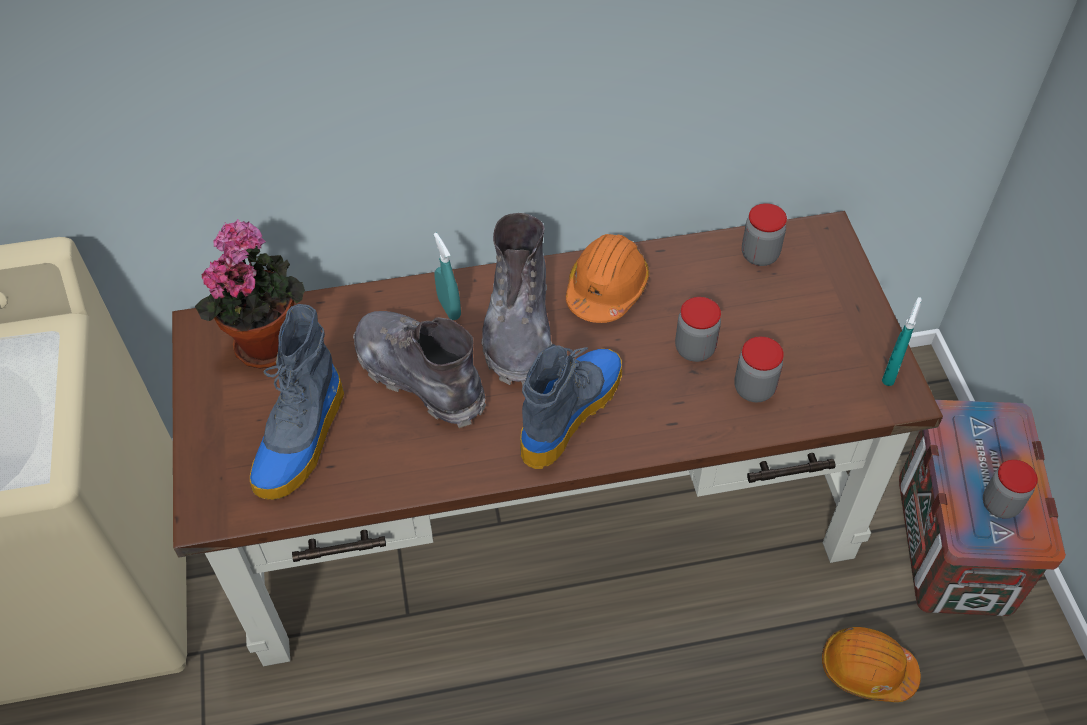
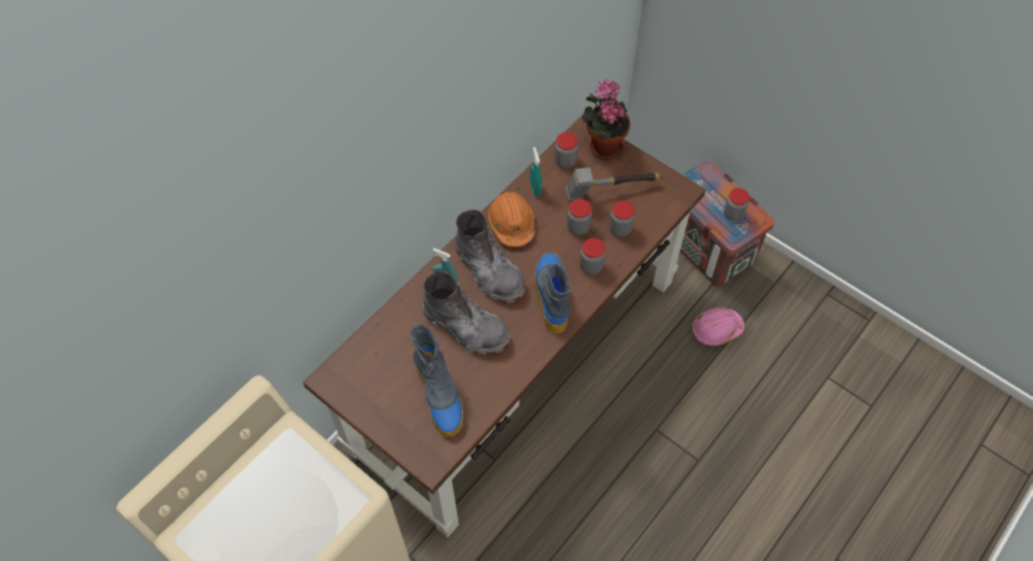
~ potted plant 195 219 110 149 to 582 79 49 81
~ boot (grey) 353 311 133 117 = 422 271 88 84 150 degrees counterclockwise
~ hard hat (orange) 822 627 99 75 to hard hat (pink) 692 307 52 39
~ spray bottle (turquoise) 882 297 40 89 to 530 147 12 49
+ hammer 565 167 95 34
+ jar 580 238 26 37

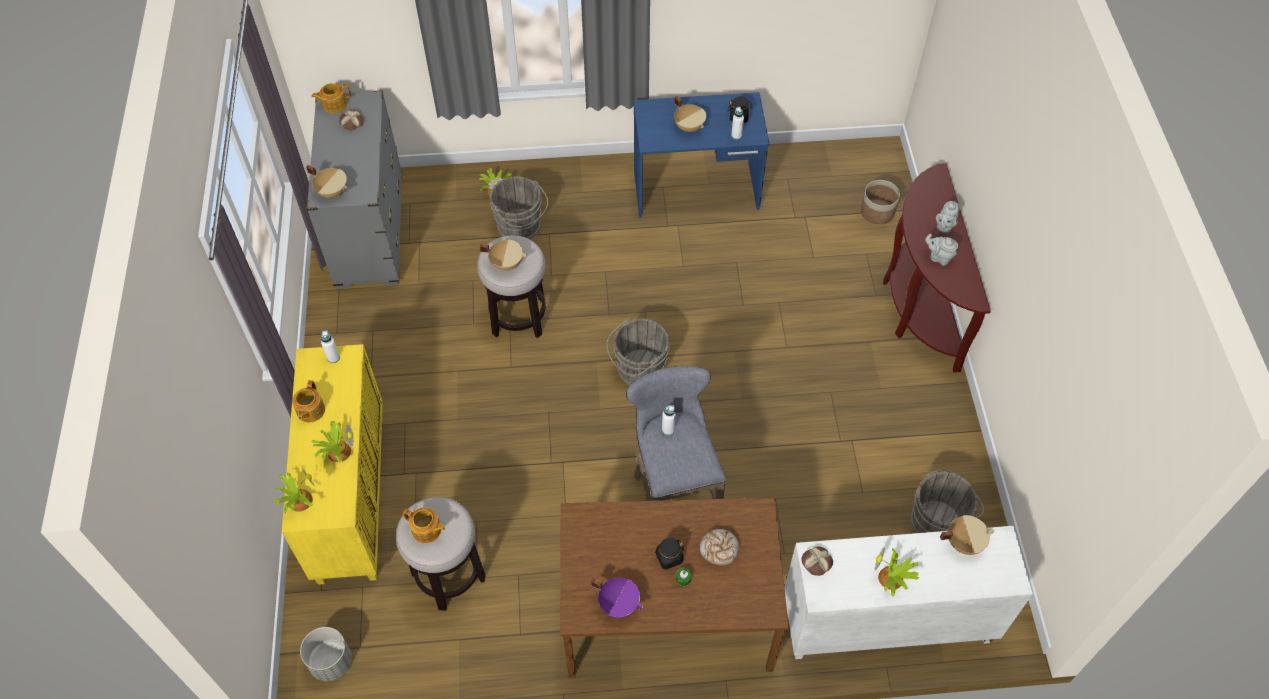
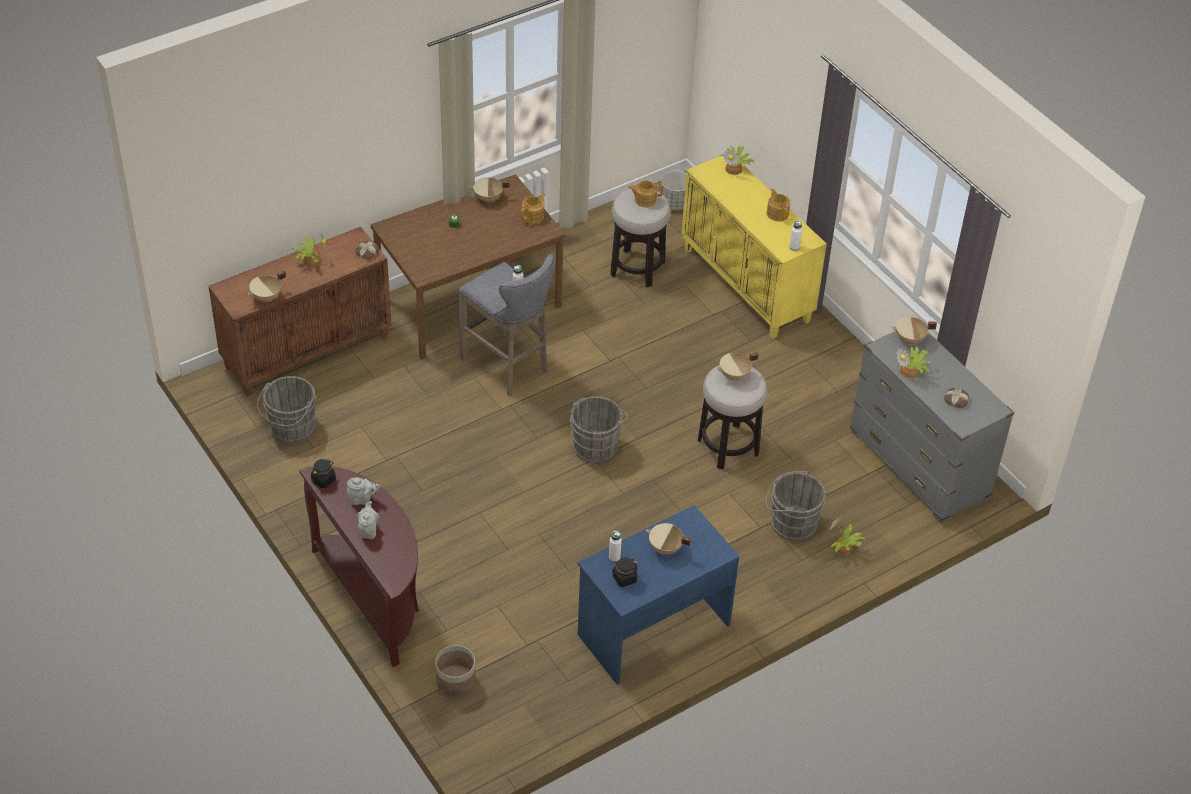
~ teapot 311 83 40 31 to 521 193 24 31
~ potted plant 312 421 42 41 to 896 346 34 32
~ cooking pot (purple) 591 578 52 40 to cooking pot (beige) 469 177 41 26
~ jar (black) 654 538 31 32 to 311 459 25 29
- bread 700 529 39 37
~ cabinet (white) 784 526 249 133 to cabinet (brown) 209 227 183 169

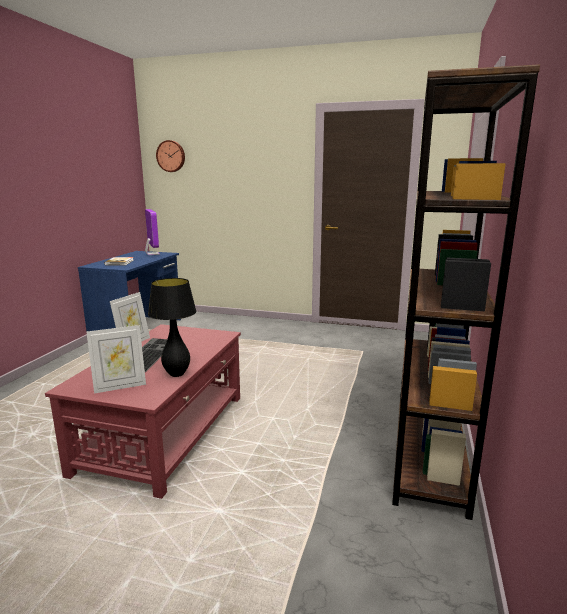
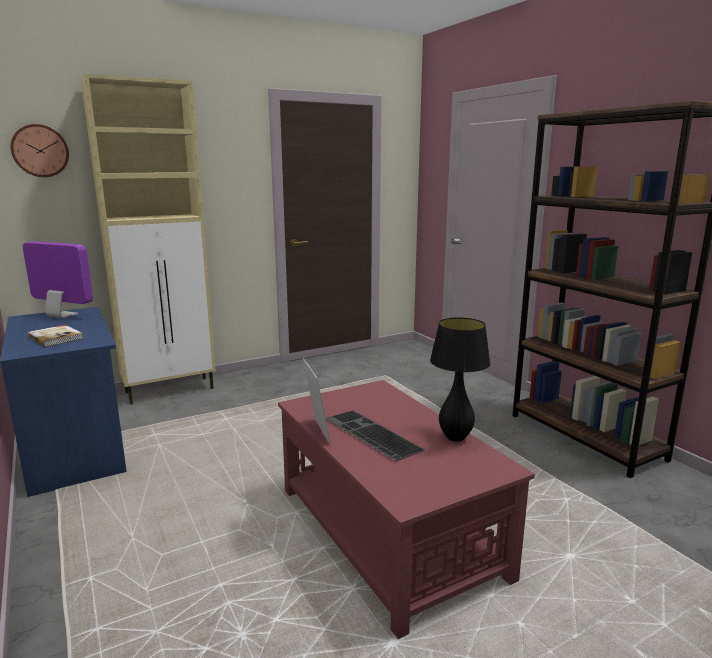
- picture frame 86 325 60 68
+ cabinet (beige) 81 74 135 331

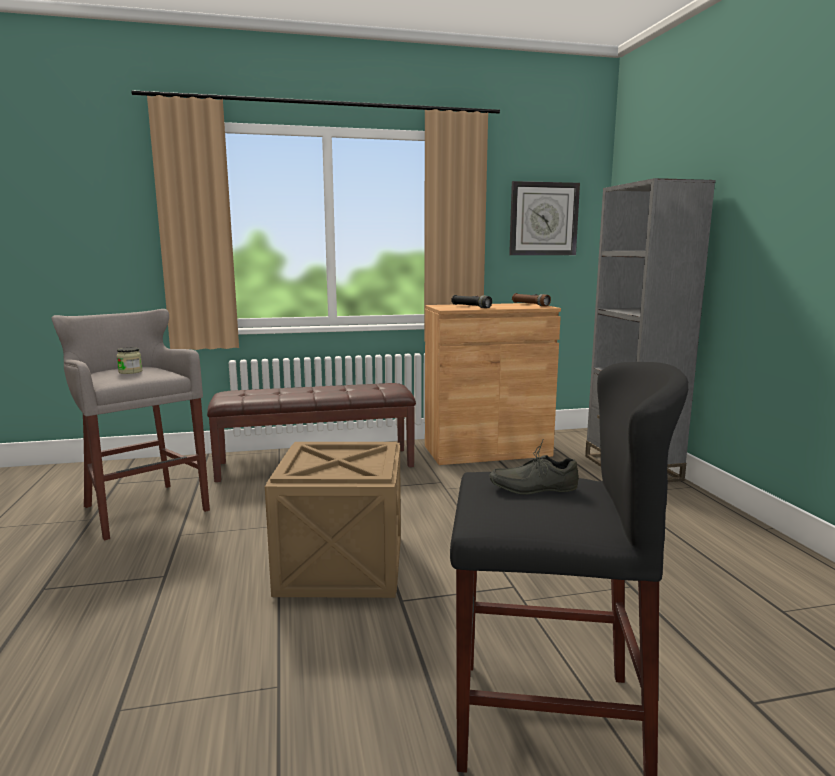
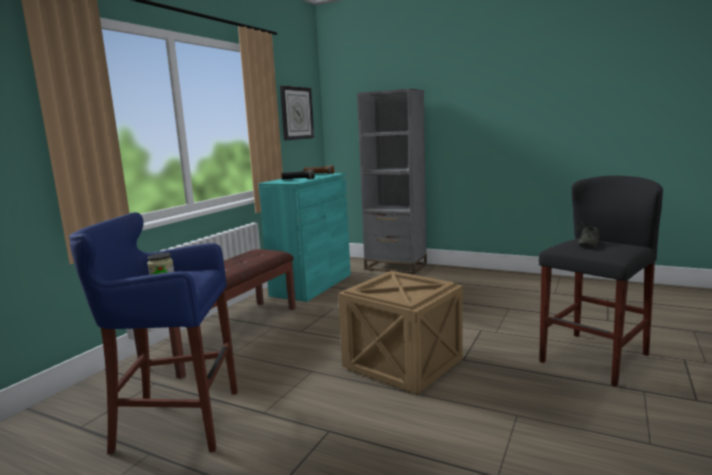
~ stool (grey) 51 309 159 232 to stool (blue) 69 212 169 243
~ cabinet (brown) 425 303 136 162 to cabinet (turquoise) 259 173 92 129

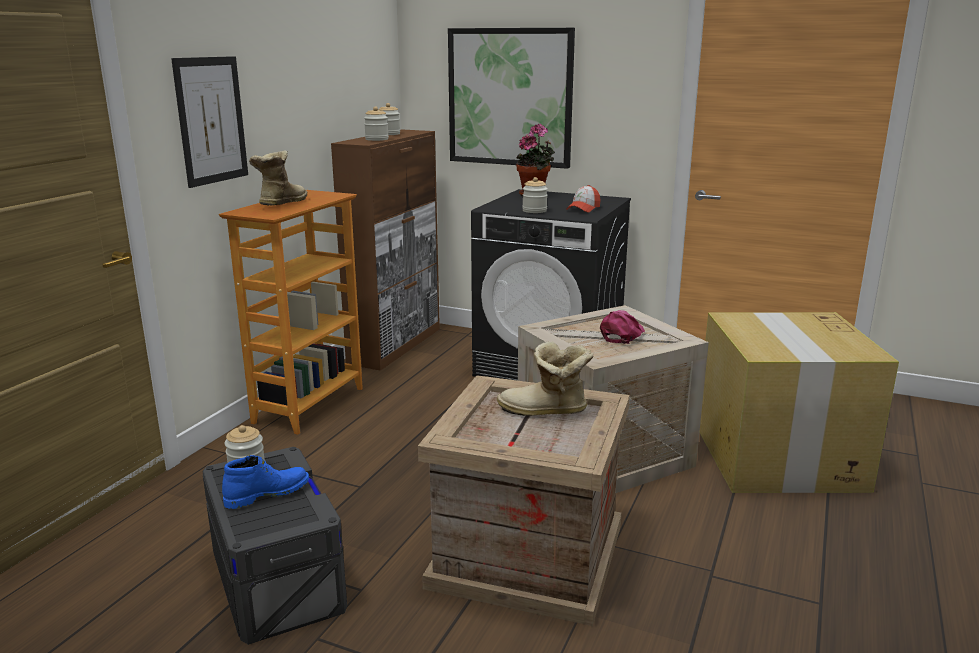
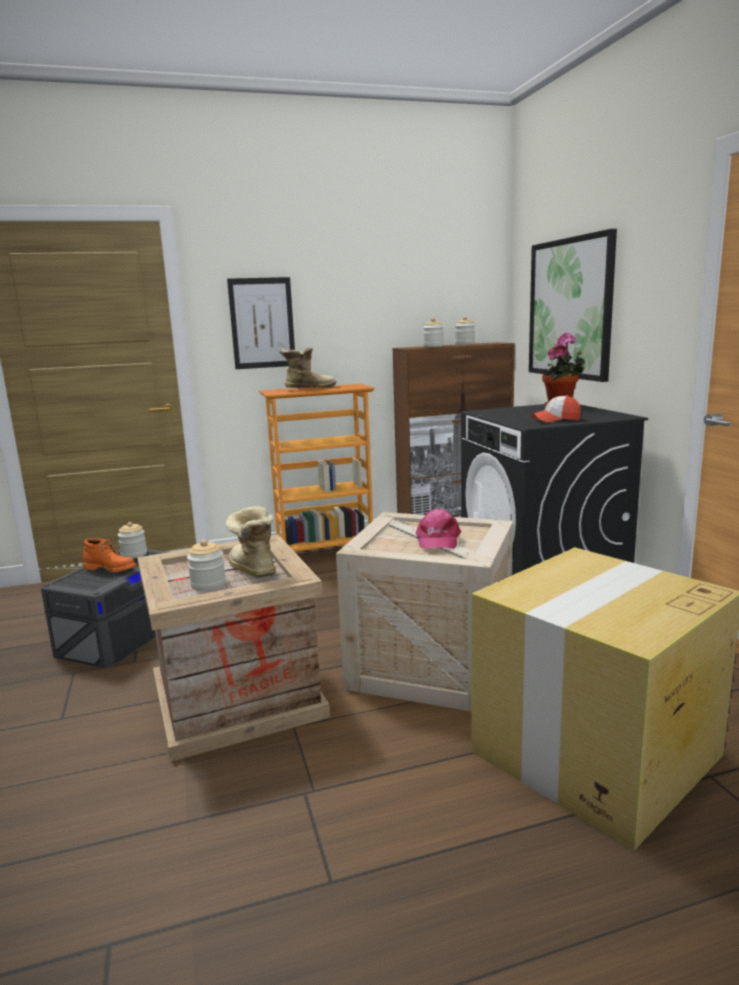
~ boot (blue) 222 455 87 54 to boot (orange) 83 538 53 34
~ jar 522 177 26 36 to 187 540 39 51
~ cap (pink) 600 310 45 34 = 416 508 45 41 105 degrees clockwise

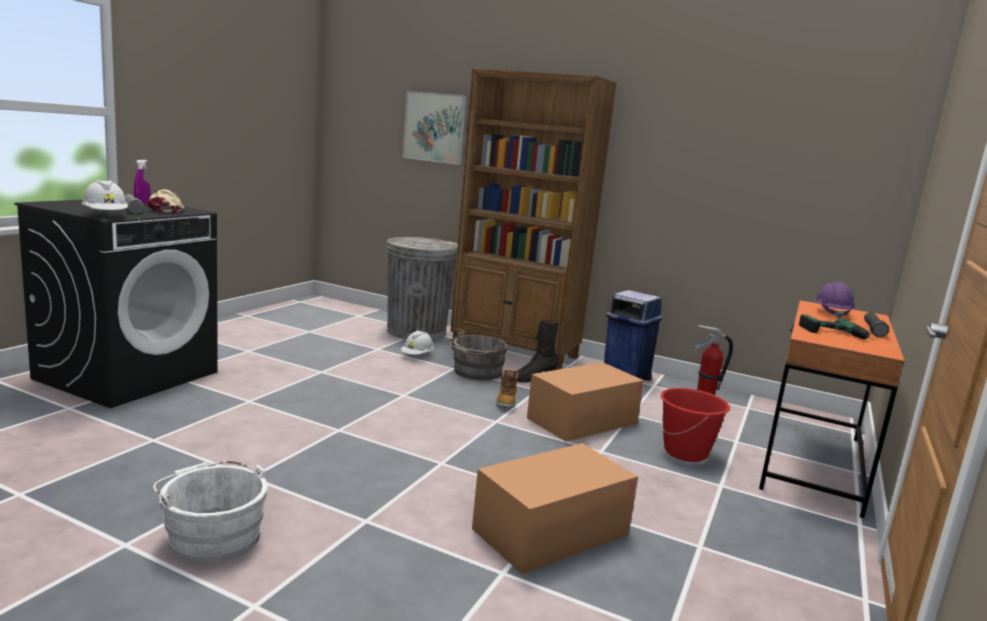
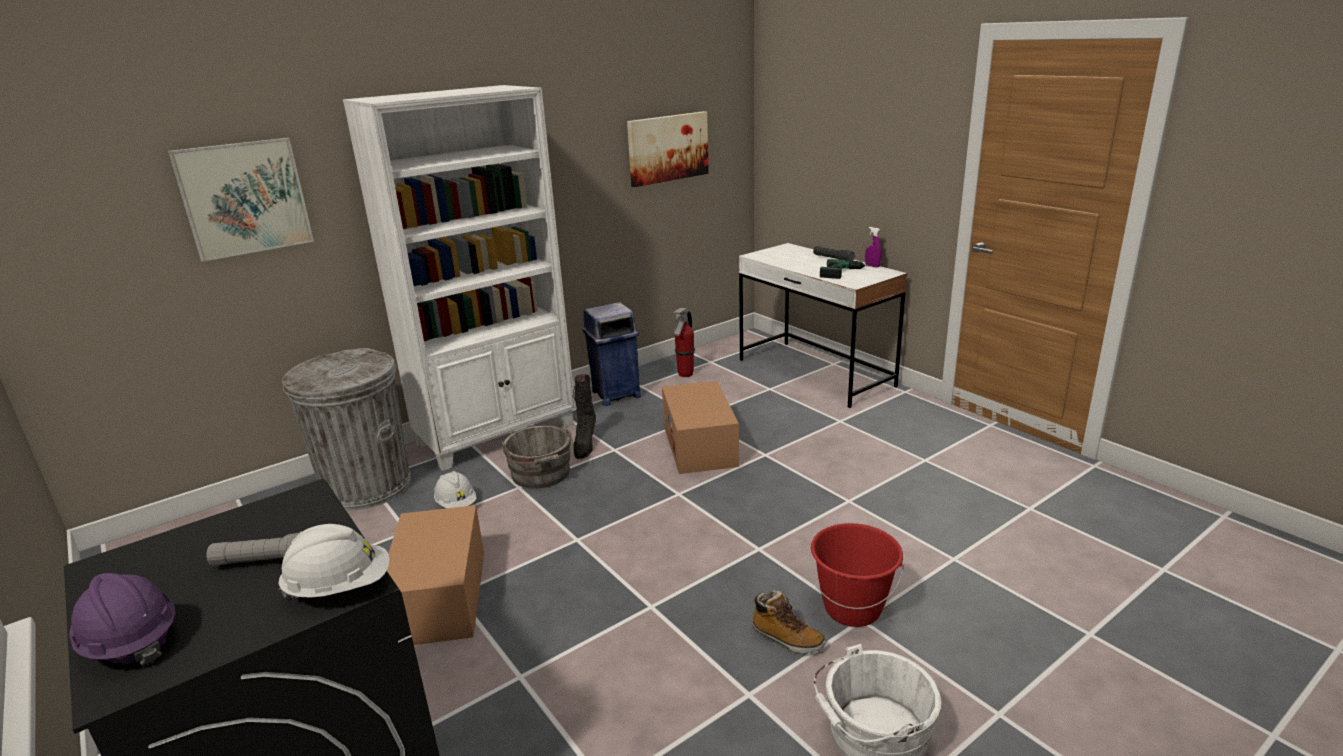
~ spray bottle (purple) 134 160 17 44 to 865 227 16 41
- cap (beige) 147 189 37 23
~ bookcase (brown) 450 68 167 302 to bookcase (white) 343 85 233 386
~ cardboard box 472 443 166 131 to 387 505 97 140
~ boot 496 369 22 39 to 752 590 74 64
~ bucket (red) 660 388 70 74 to 808 523 96 104
~ desk (orange) 759 300 146 218 to desk (white) 739 243 168 165
~ hard hat (purple) 814 281 41 38 to 69 573 106 92
+ picture 627 111 82 76

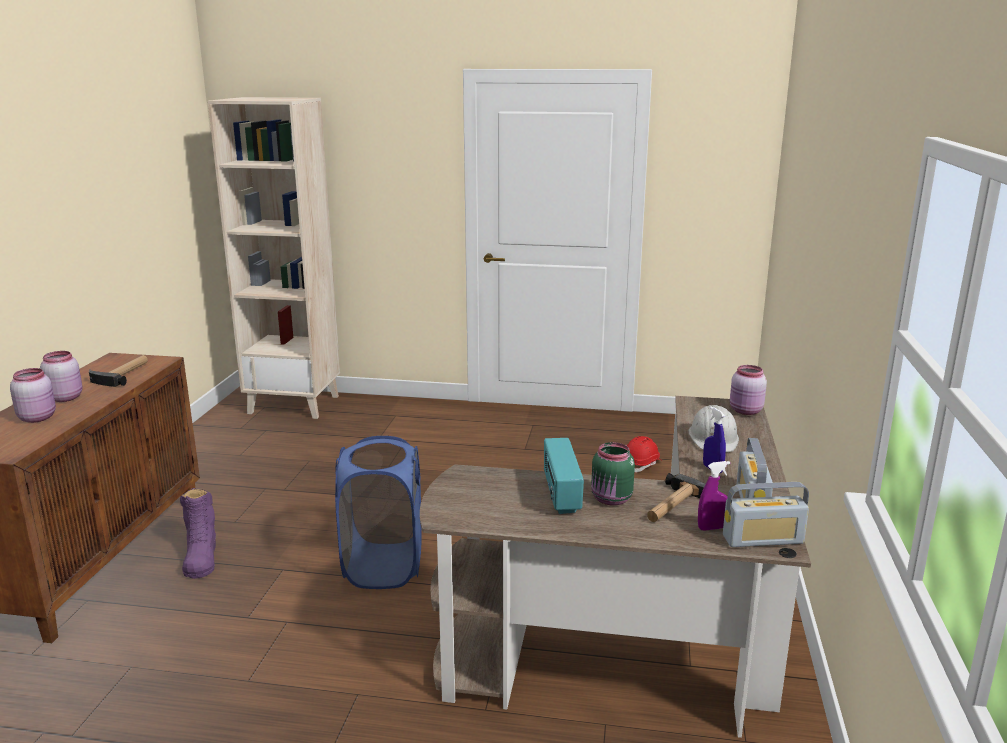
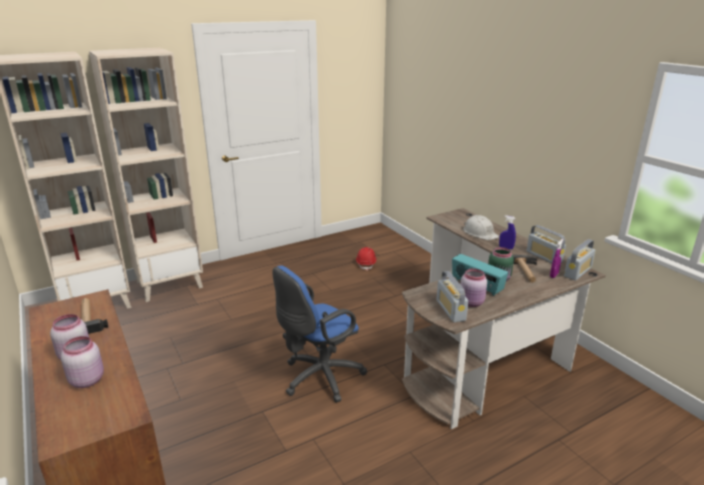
- boot (purple) 180 488 36 91
~ laundry basket (blue) 335 436 87 153 to office chair (blue) 273 265 94 138
~ jar (pink) 730 365 37 50 to 460 268 27 39
+ bookcase (beige) 89 48 114 254
+ radio 437 271 31 52

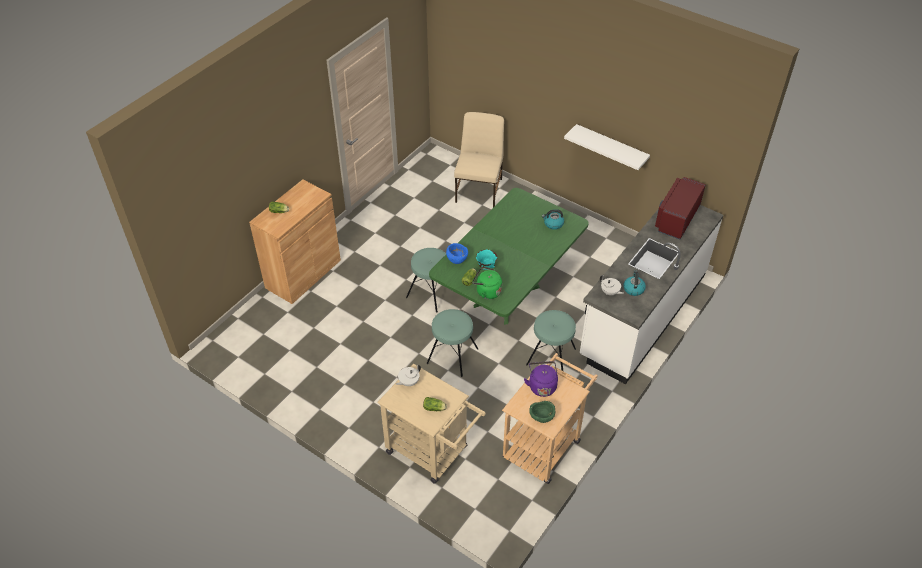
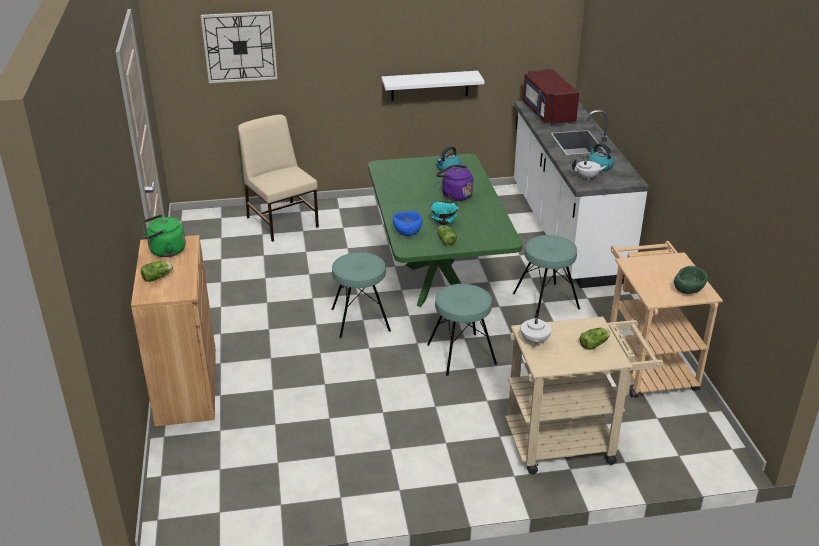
~ kettle (green) 472 266 30 33 to 141 214 45 43
~ kettle (purple) 524 361 34 36 to 436 165 37 36
+ wall clock 201 11 77 72

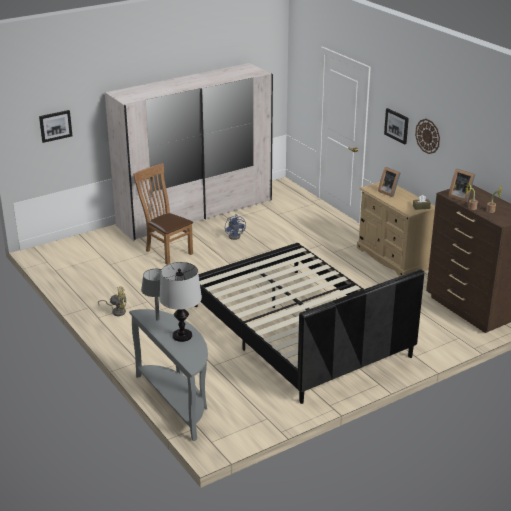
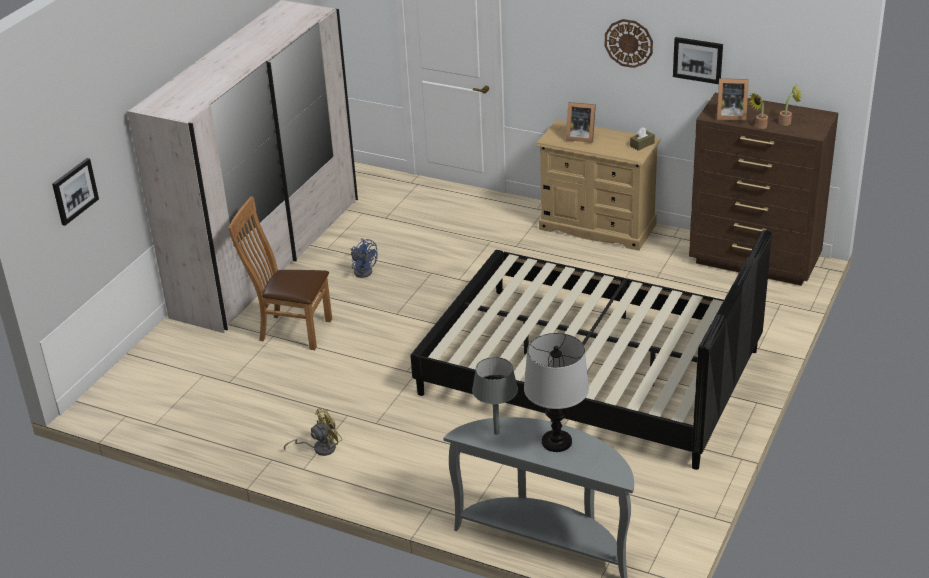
~ picture 384 108 25 36 to 673 37 50 47

